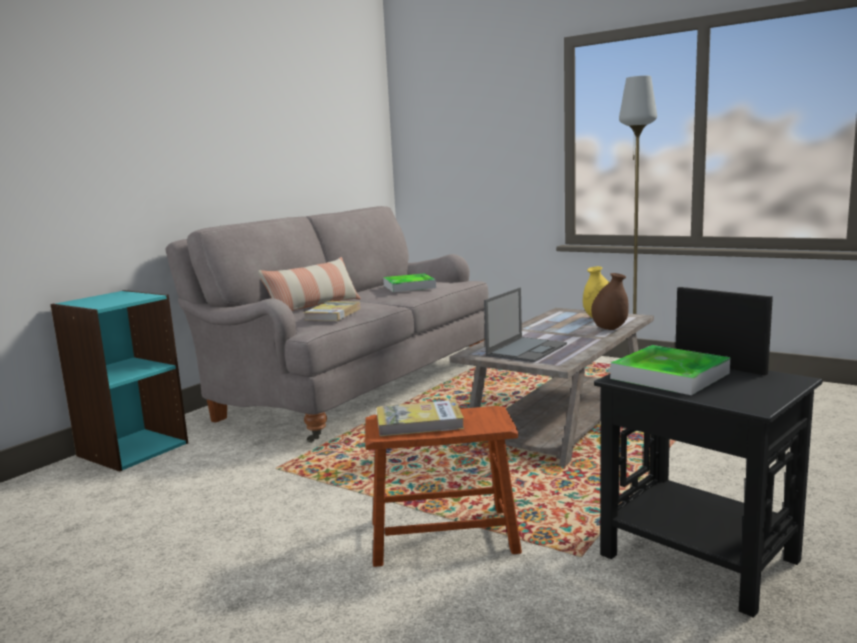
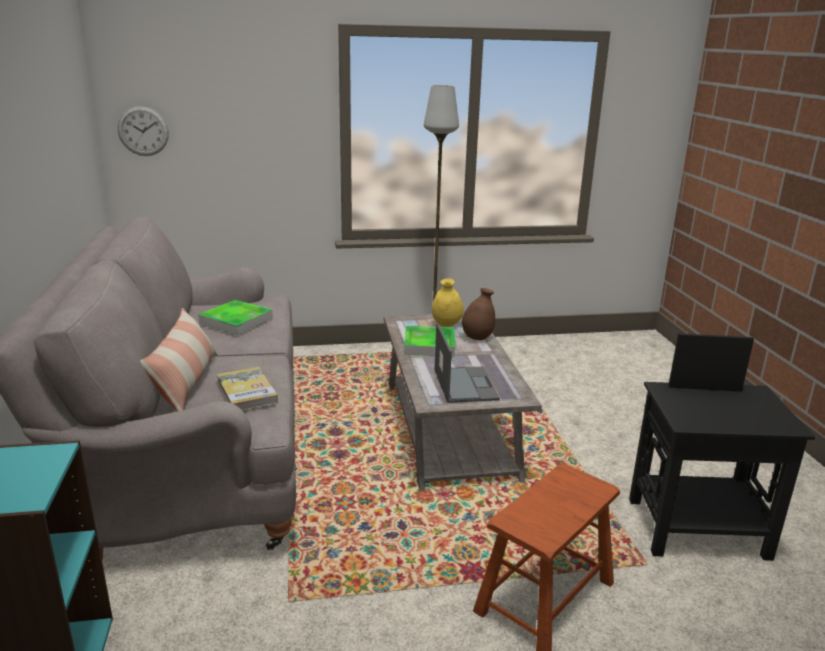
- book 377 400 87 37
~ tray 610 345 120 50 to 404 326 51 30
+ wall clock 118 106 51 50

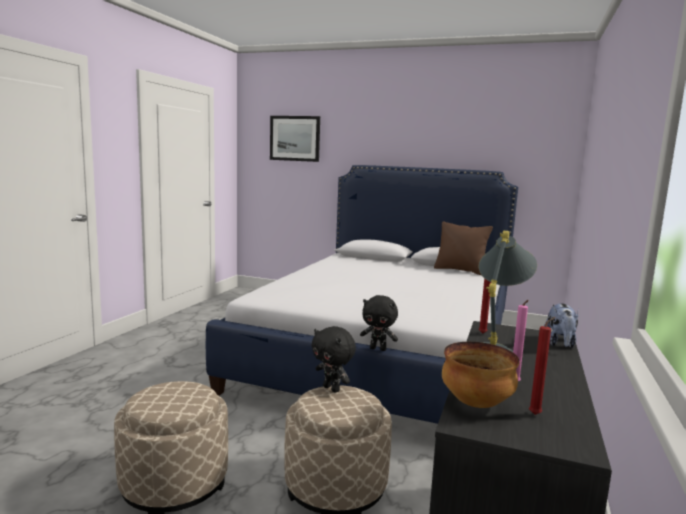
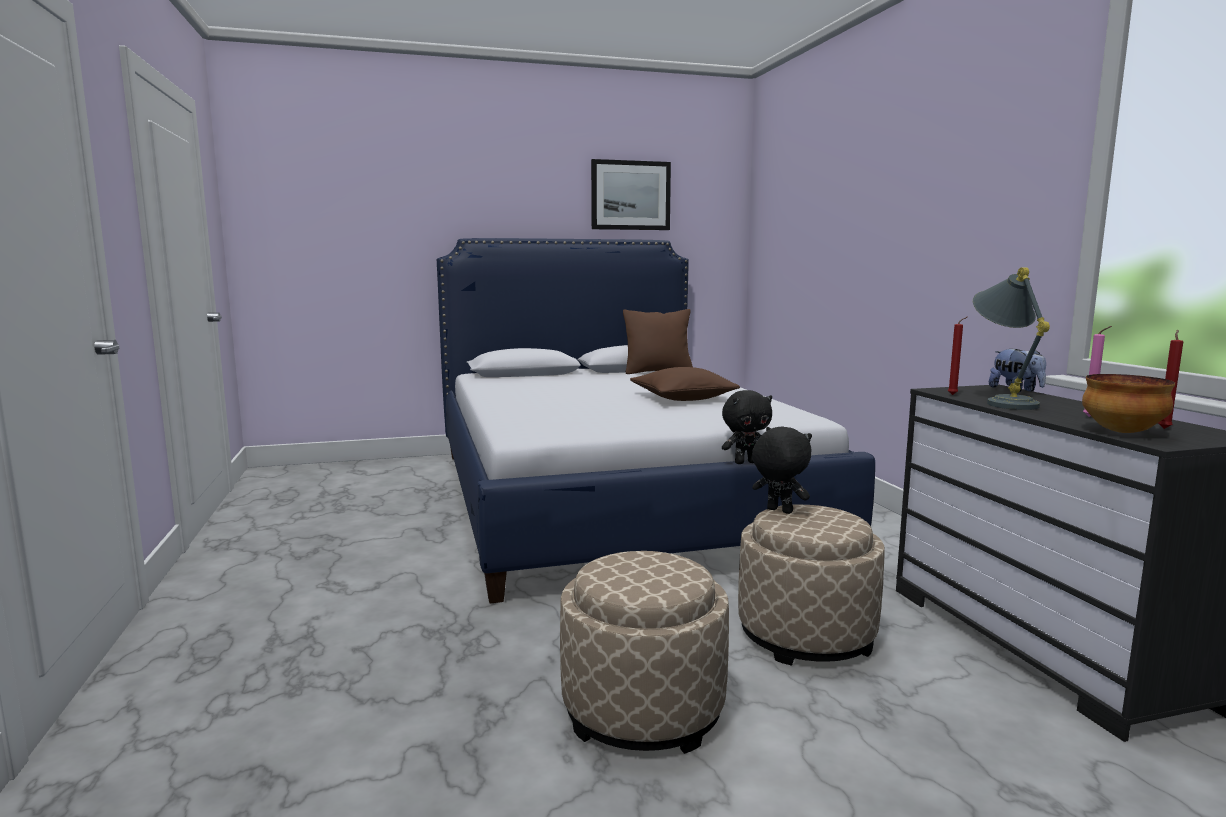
~ picture 270 116 50 46 to 591 159 80 71
~ plush toy (black) 311 326 45 66 = 752 427 60 87 150 degrees counterclockwise
+ pillow (brown) 630 367 110 34

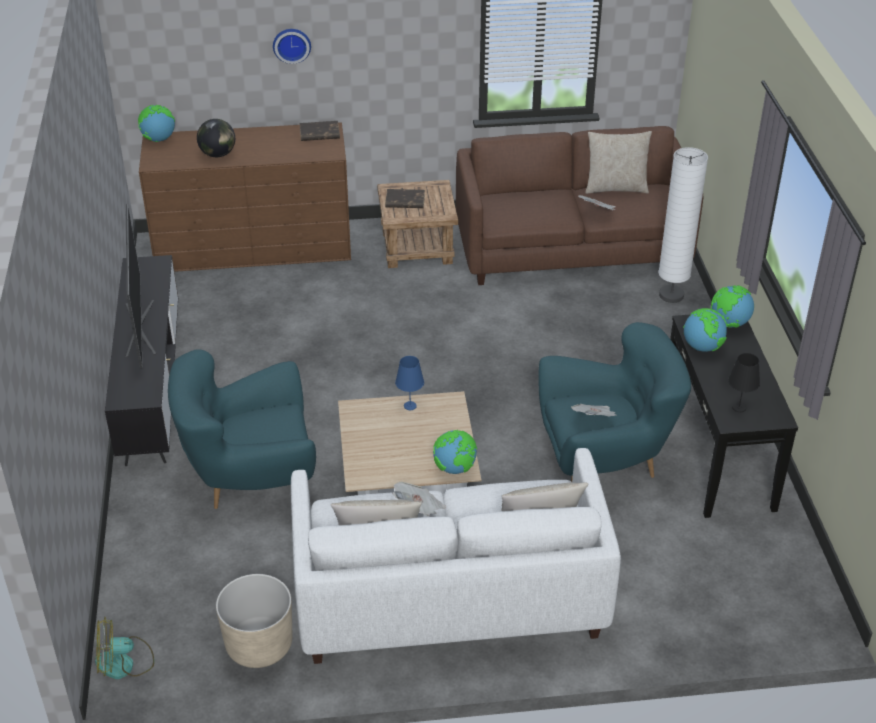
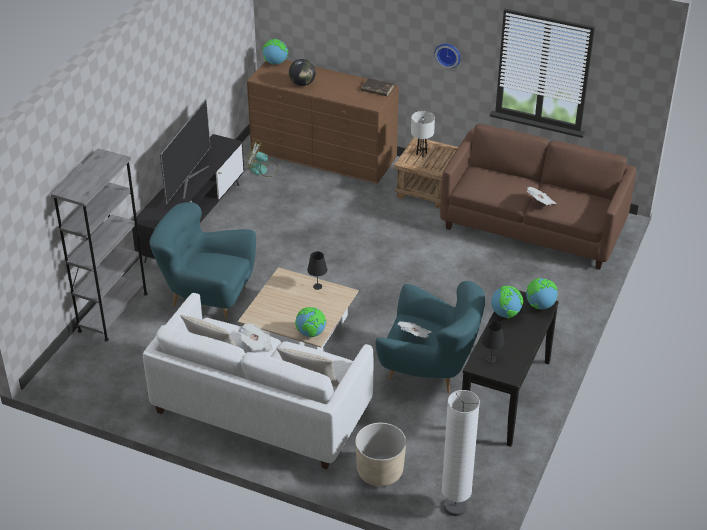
~ fan 95 617 60 62 to 246 140 33 37
~ planter (beige) 216 574 76 94 to 355 423 51 63
~ wall clock 273 29 38 35 to 435 44 26 24
~ book (brown) 385 189 40 19 to table lamp (white) 411 111 24 46
~ table lamp (blue) 395 356 29 54 to table lamp (black) 307 251 20 39
- pillow (beige) 586 131 66 63
~ floor lamp (white) 658 147 50 156 to 442 390 38 126
+ bookcase (grey) 51 148 97 193

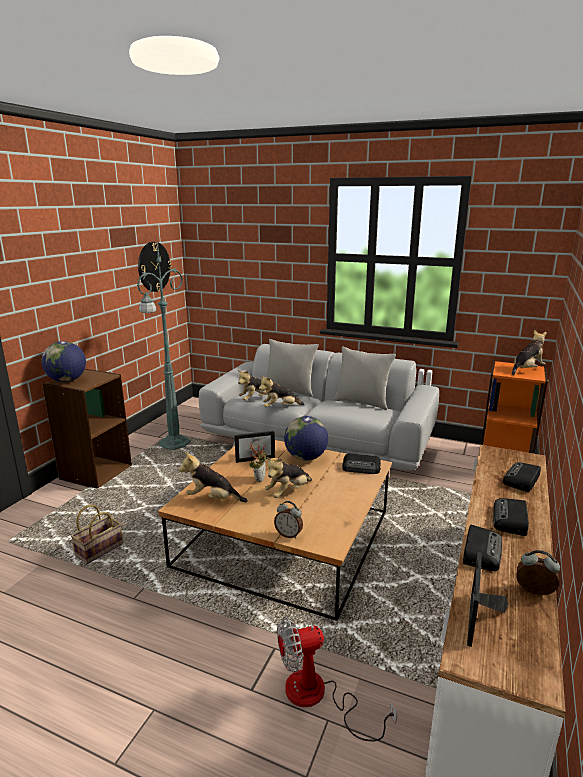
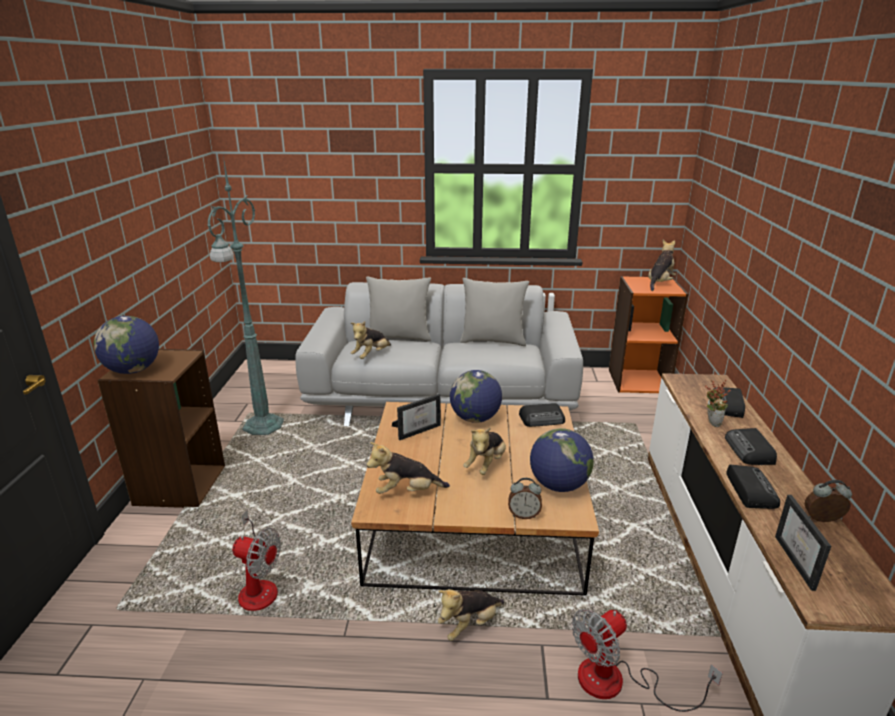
~ basket 71 504 52 60 to fan 232 510 49 101
- wall clock 138 242 34 50
~ potted plant 249 443 18 40 to 705 380 26 47
~ plush toy 259 376 45 31 to 438 589 66 52
+ globe 530 428 64 64

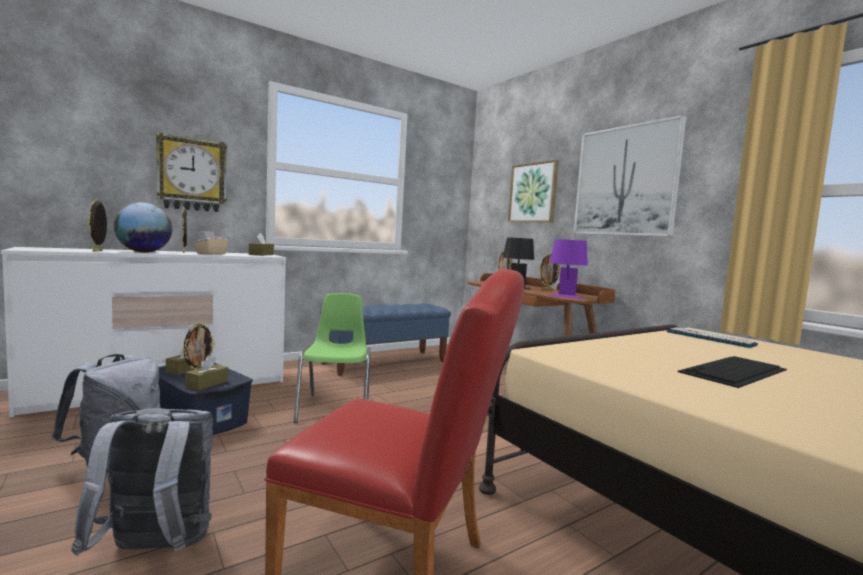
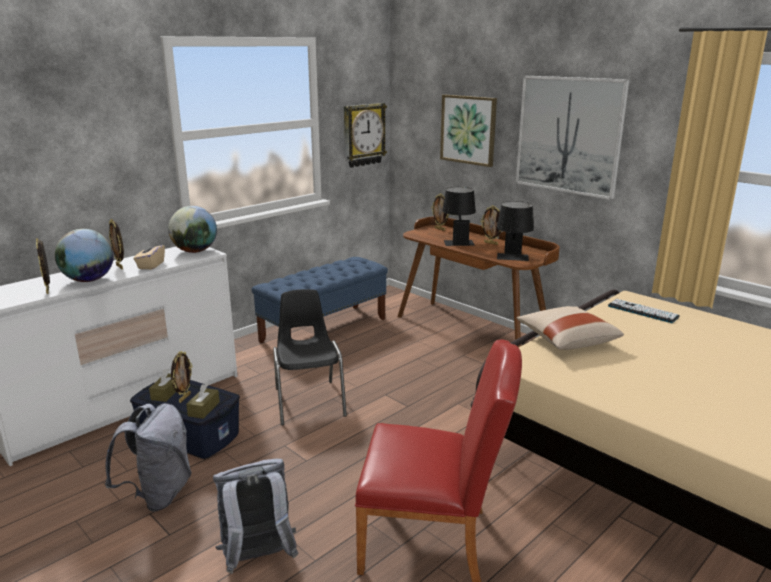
~ wall clock 156 133 71 79 to 344 103 43 65
~ tissue box (brown) 249 233 25 23 to globe 168 206 49 47
~ chair (green) 294 293 77 130 to chair (black) 273 289 74 136
~ table lamp (purple) 549 239 39 60 to table lamp (black) 497 201 37 60
- keyboard 678 356 109 32
+ pillow (beige) 517 306 107 44

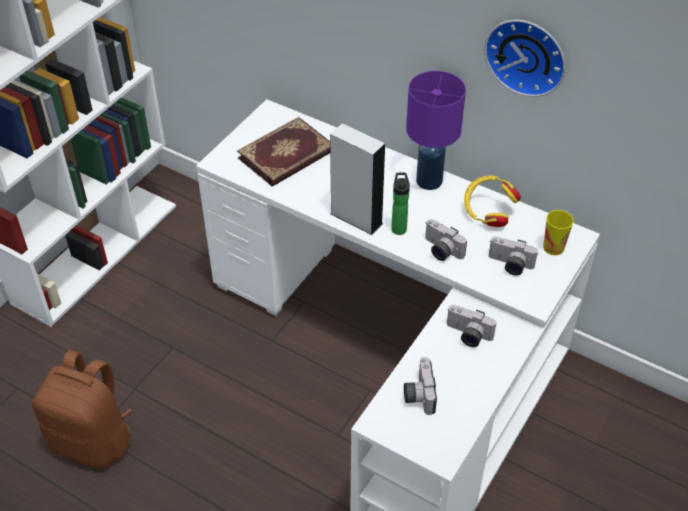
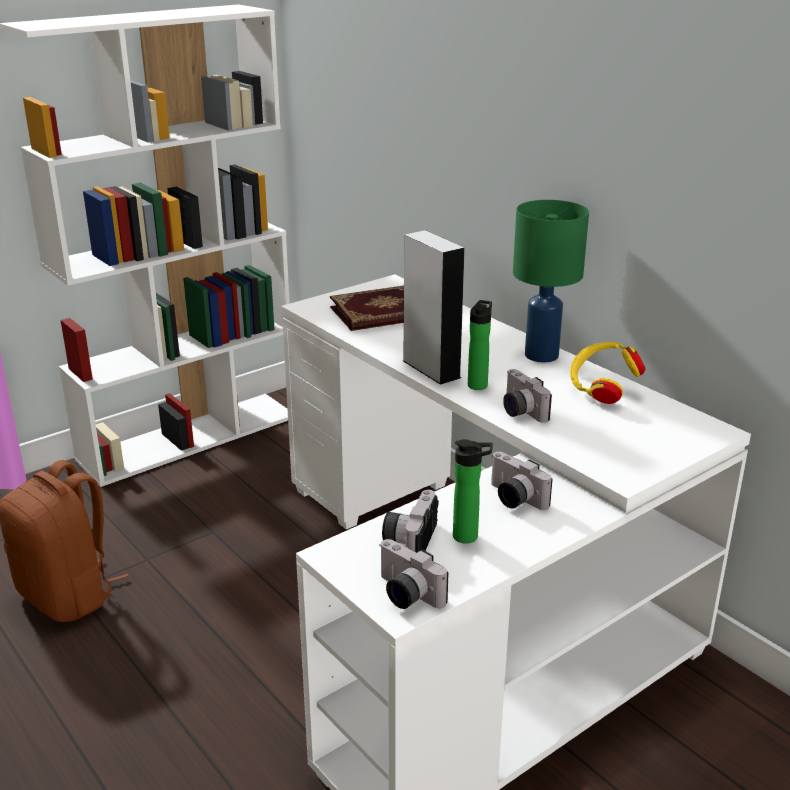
~ table lamp (purple) 406 71 60 119 to table lamp (green) 513 200 76 162
- wall clock 485 20 80 77
~ photo camera 489 237 49 39 to 379 539 69 70
- cup 543 210 31 45
+ bottle 453 439 40 105

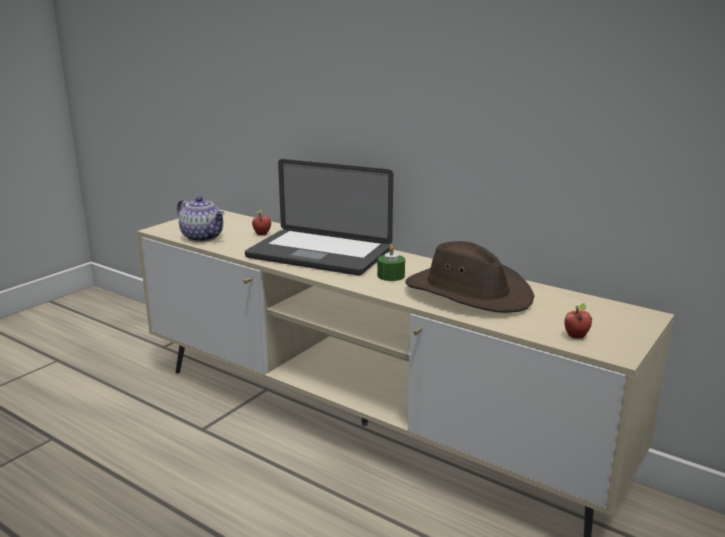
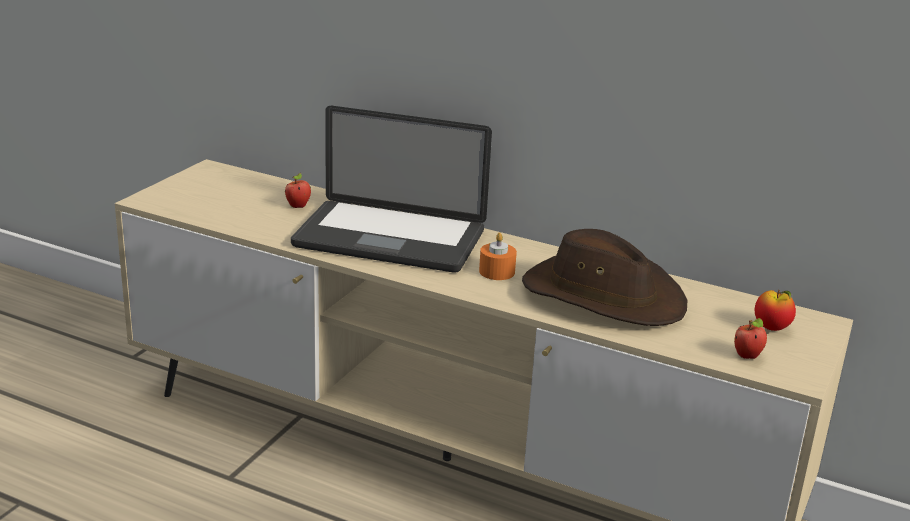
- teapot 177 196 48 46
~ candle (green) 377 245 28 36 to candle (orange) 479 232 38 48
+ apple 755 290 41 41

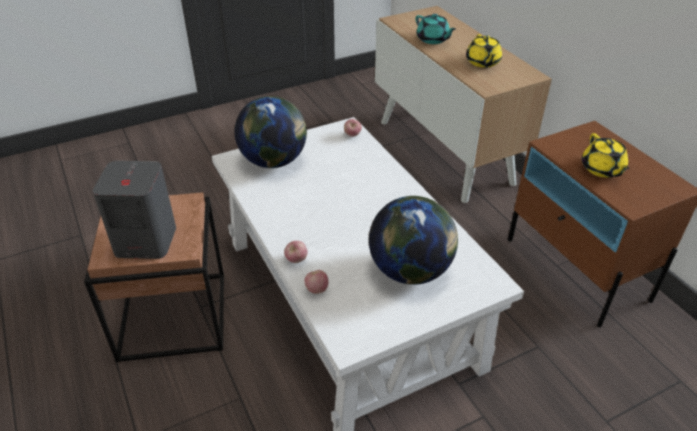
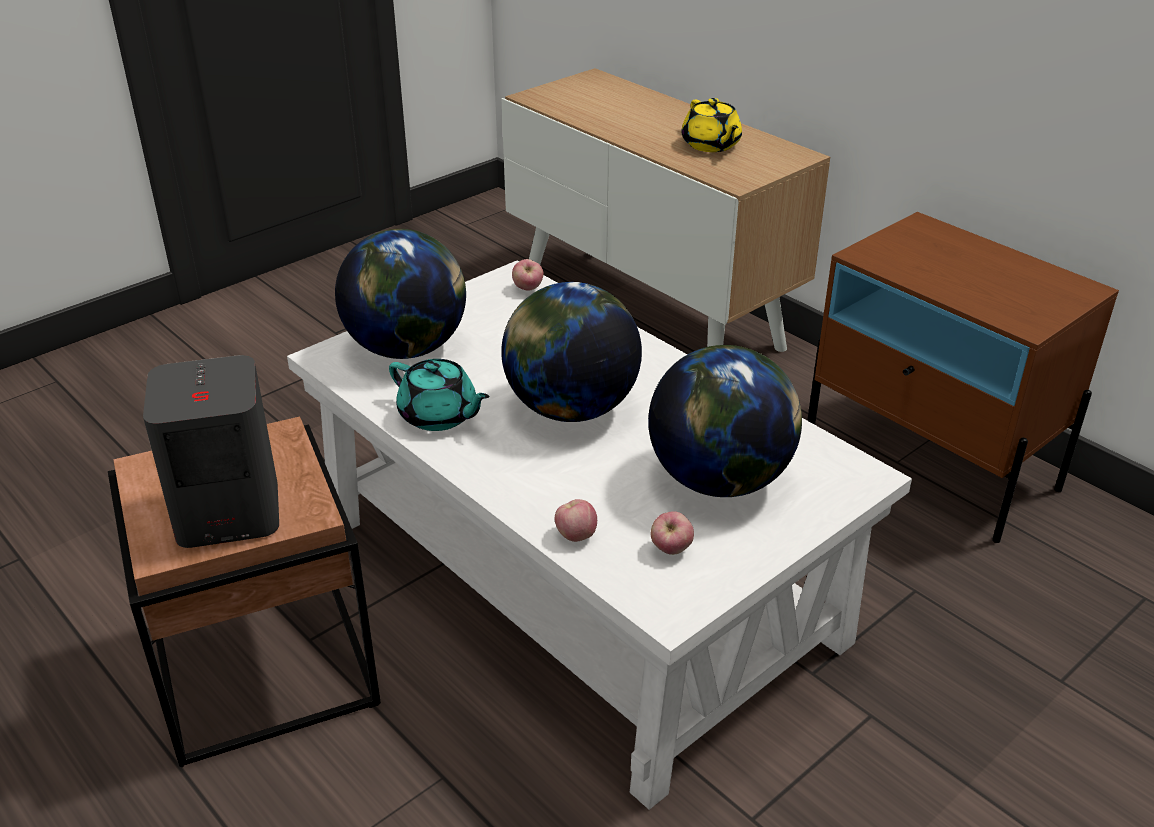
~ apple 284 241 24 22 to 651 511 43 44
~ teapot (turquoise) 415 14 41 30 to 389 359 101 72
- teapot (yellow) 582 133 47 45
+ globe 501 282 141 140

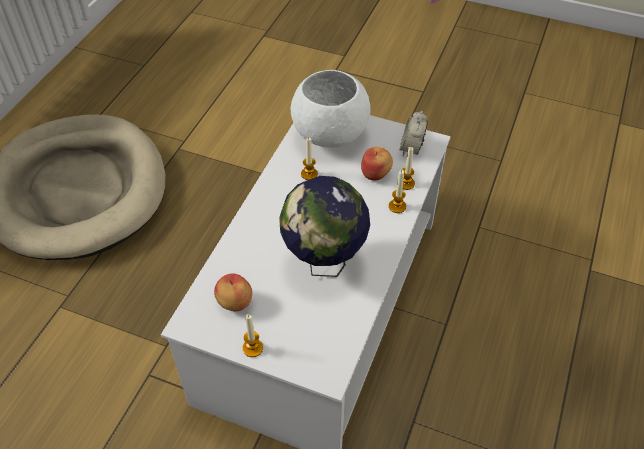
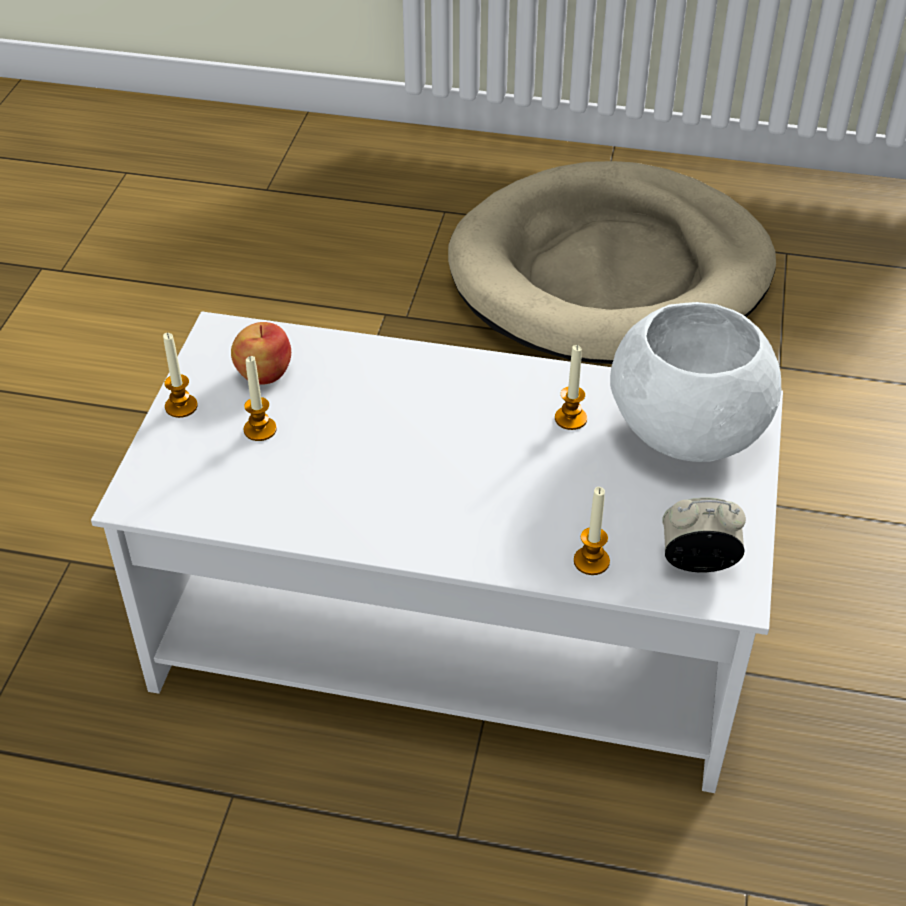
- globe 279 176 91 101
- apple 361 147 32 33
~ candle 389 170 17 43 to 244 356 33 85

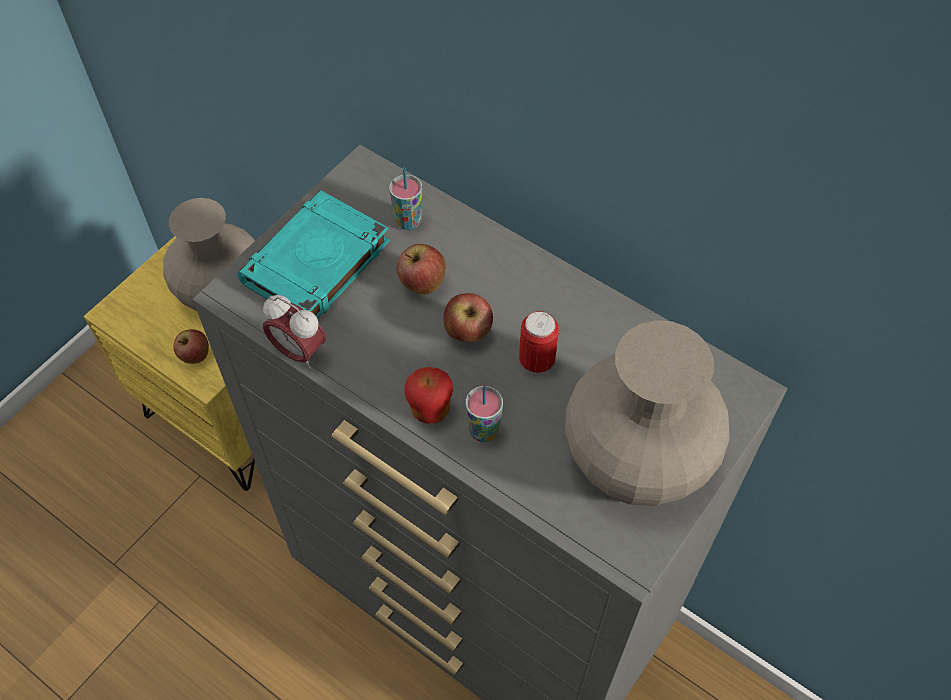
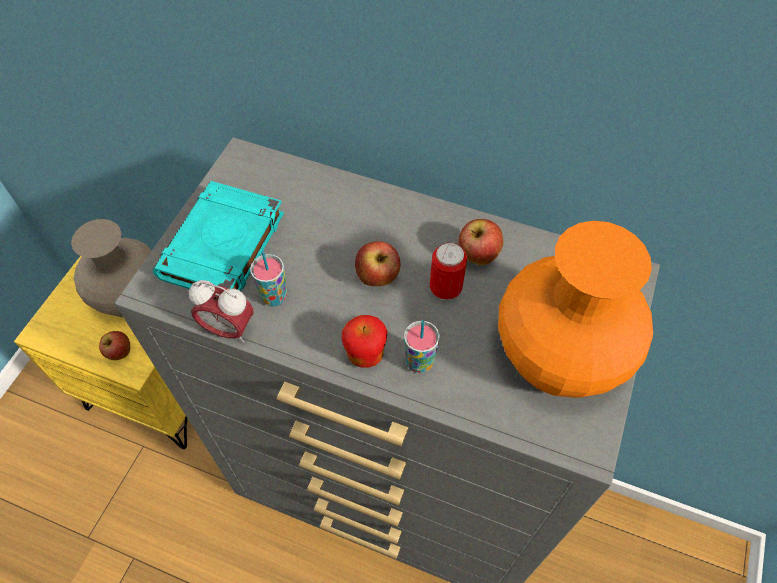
~ cup 389 168 33 62 to 250 251 37 55
~ apple 397 244 49 51 to 458 219 45 46
~ vase (beige) 565 320 165 186 to vase (orange) 498 221 155 177

